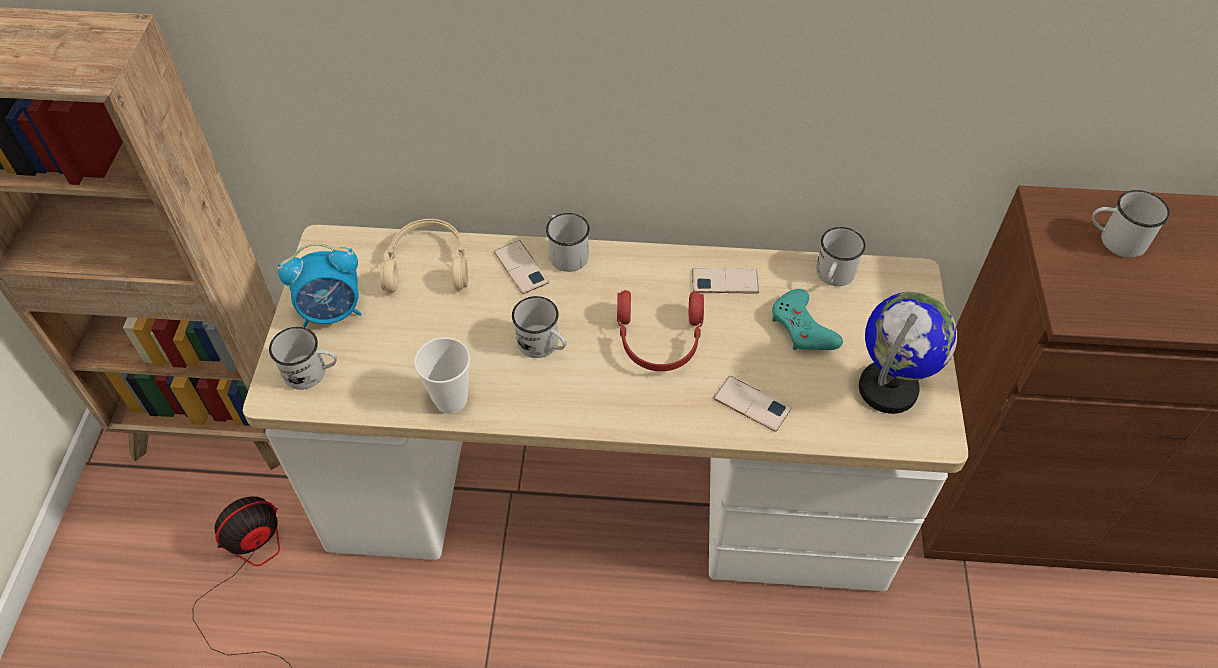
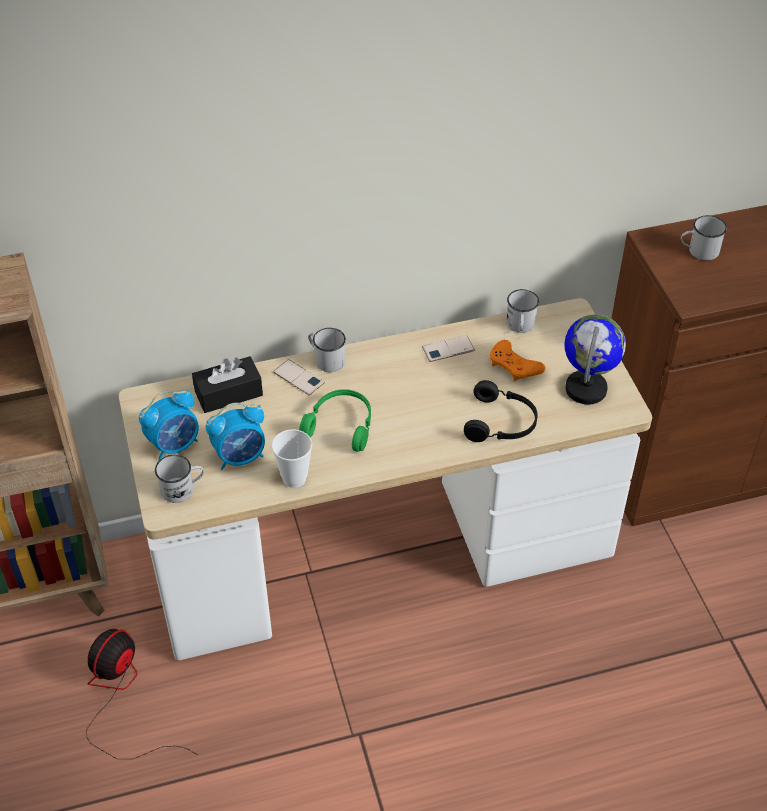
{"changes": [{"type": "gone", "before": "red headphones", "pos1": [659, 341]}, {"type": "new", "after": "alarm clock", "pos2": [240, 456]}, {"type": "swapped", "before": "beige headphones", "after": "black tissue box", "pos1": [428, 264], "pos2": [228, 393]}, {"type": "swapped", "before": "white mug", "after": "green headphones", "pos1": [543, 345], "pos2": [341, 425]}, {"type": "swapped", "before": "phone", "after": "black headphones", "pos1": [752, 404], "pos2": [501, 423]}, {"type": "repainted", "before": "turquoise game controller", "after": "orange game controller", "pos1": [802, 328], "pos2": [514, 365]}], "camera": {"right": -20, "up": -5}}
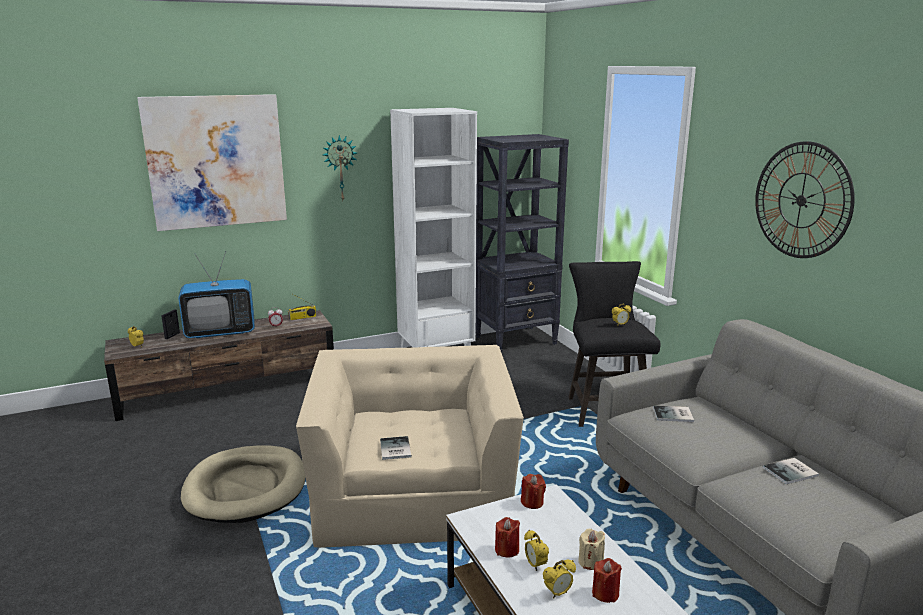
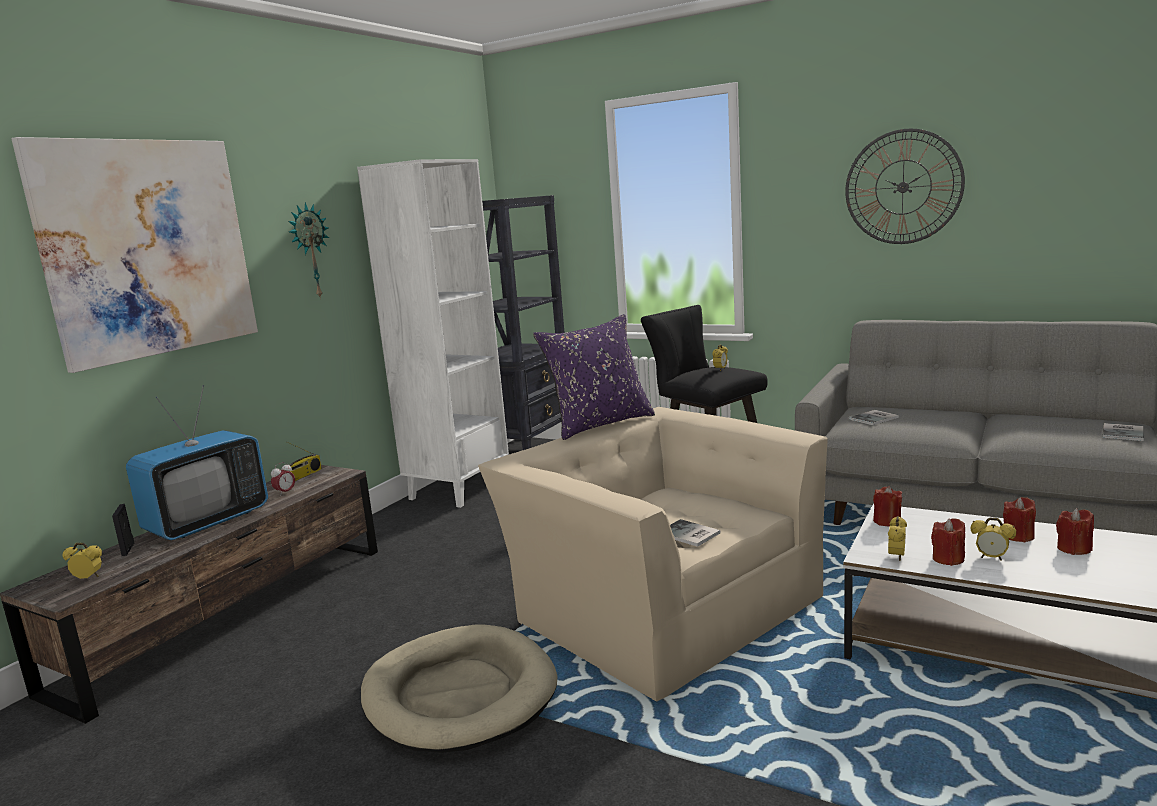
{"changes": [{"type": "new", "after": "purple pillow", "pos2": [599, 424]}, {"type": "shifted", "before": "alarm clock", "pos1": [558, 593], "pos2": [896, 556]}, {"type": "shifted", "before": "book", "pos1": [792, 472], "pos2": [1124, 433]}, {"type": "repainted", "before": "beige candle", "after": "red candle", "pos1": [590, 562], "pos2": [1018, 536]}], "camera": {"right": -35, "up": -5}}
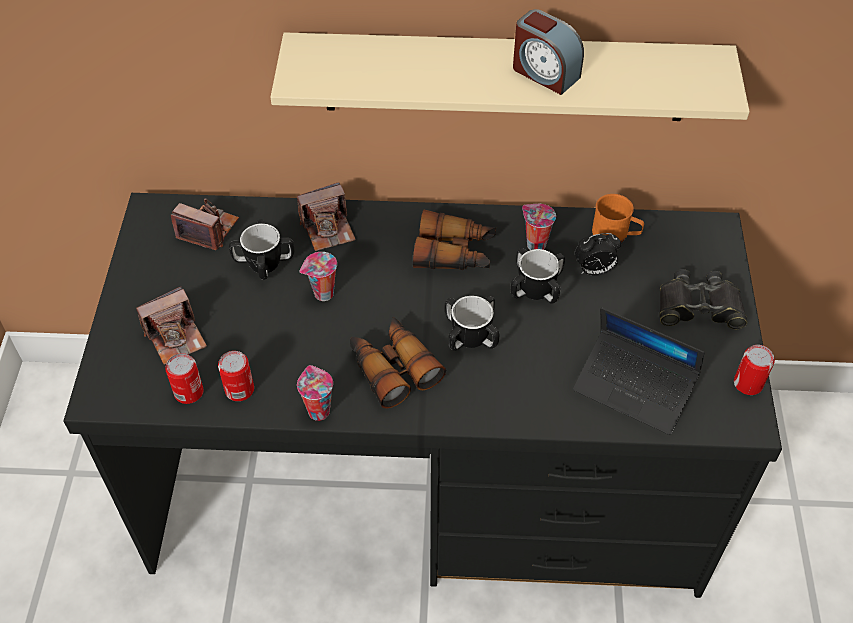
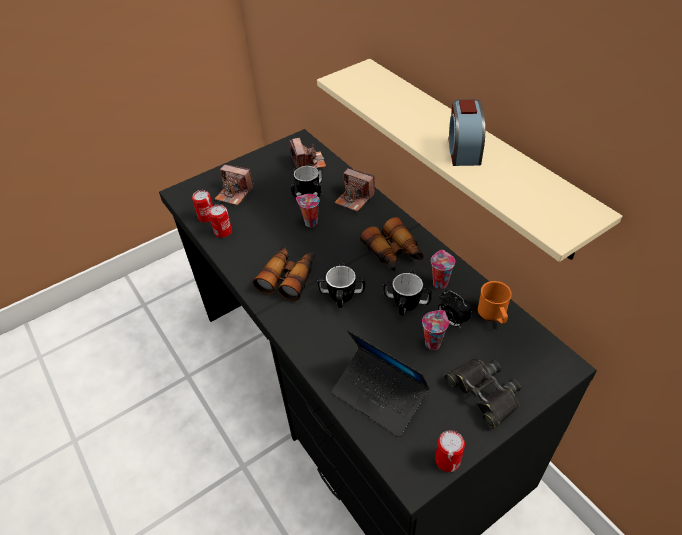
{"changes": [{"type": "shifted", "before": "cup", "pos1": [317, 410], "pos2": [432, 342]}, {"type": "rotated", "before": "laptop", "pos1": [634, 388], "pos2": [379, 395], "turn": -45}], "camera": {"right": 55, "up": -5}}
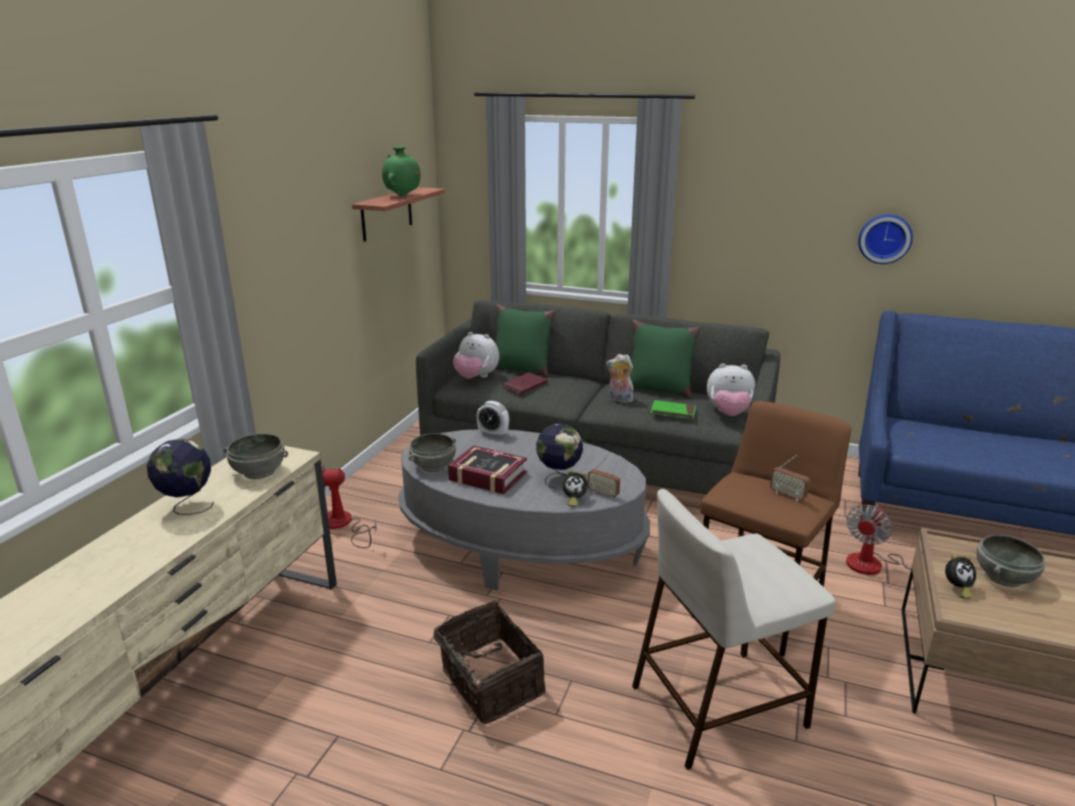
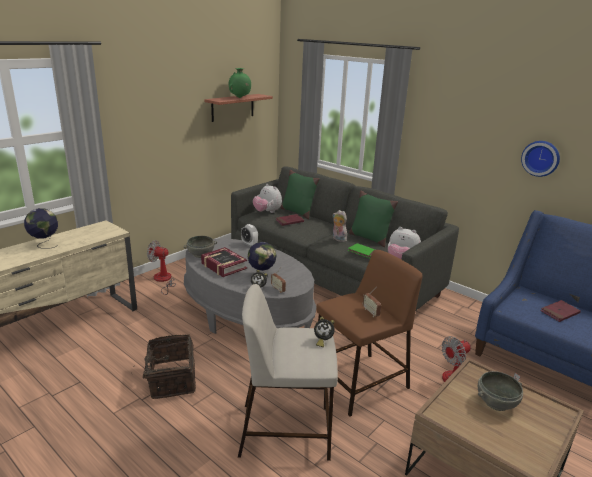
{"changes": [{"type": "gone", "before": "grey bowl", "pos1": [259, 471]}, {"type": "new", "after": "red book", "pos2": [559, 312]}, {"type": "shifted", "before": "alarm clock", "pos1": [956, 589], "pos2": [322, 341]}], "camera": {"right": 20, "up": 0}}
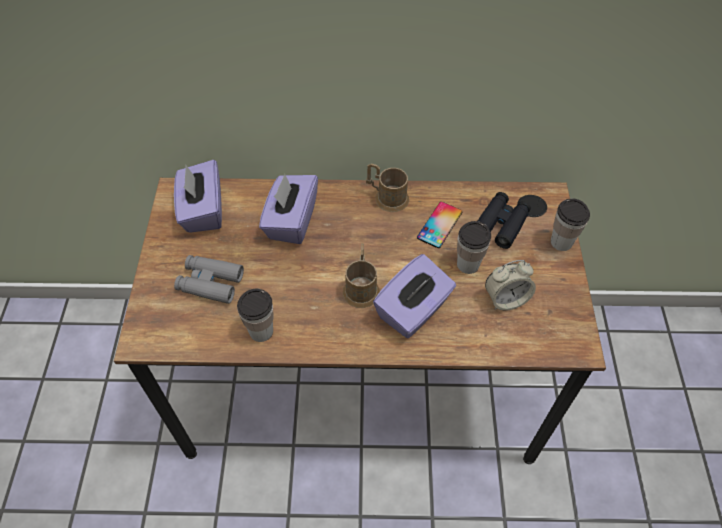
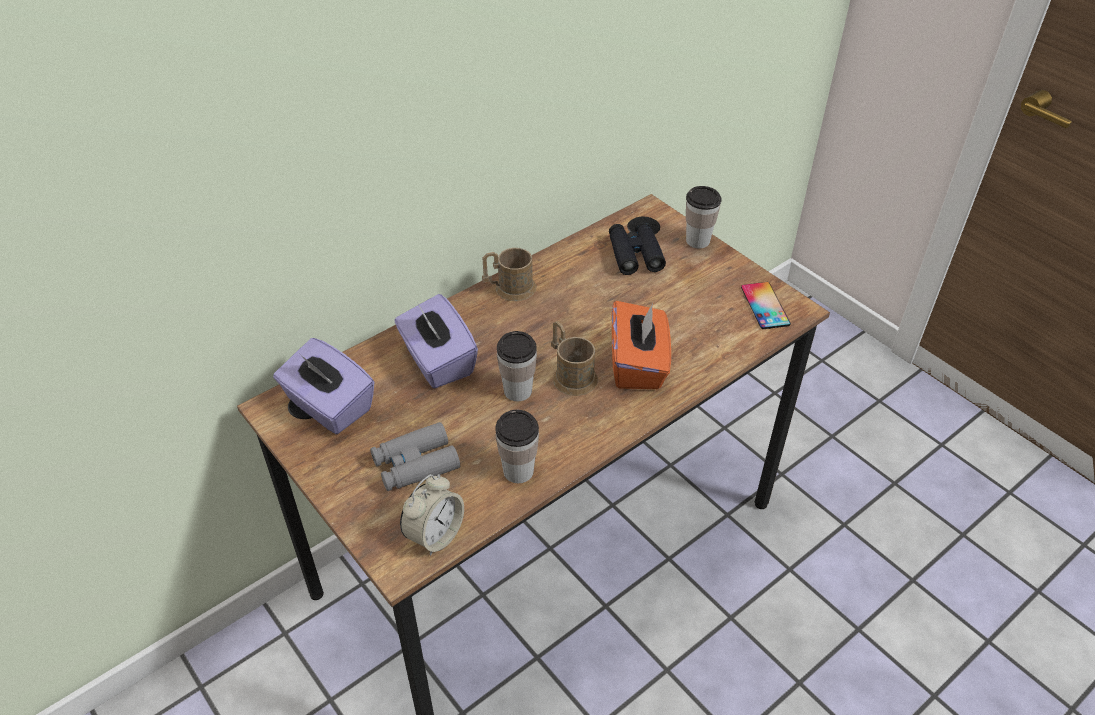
{"changes": [{"type": "shifted", "before": "phone", "pos1": [439, 225], "pos2": [765, 306]}, {"type": "shifted", "before": "cup", "pos1": [468, 264], "pos2": [518, 391]}, {"type": "shifted", "before": "alarm clock", "pos1": [505, 299], "pos2": [435, 535]}, {"type": "repainted", "before": "purple tissue box", "after": "orange tissue box", "pos1": [413, 310], "pos2": [638, 365]}], "camera": {"right": -40, "up": -10}}
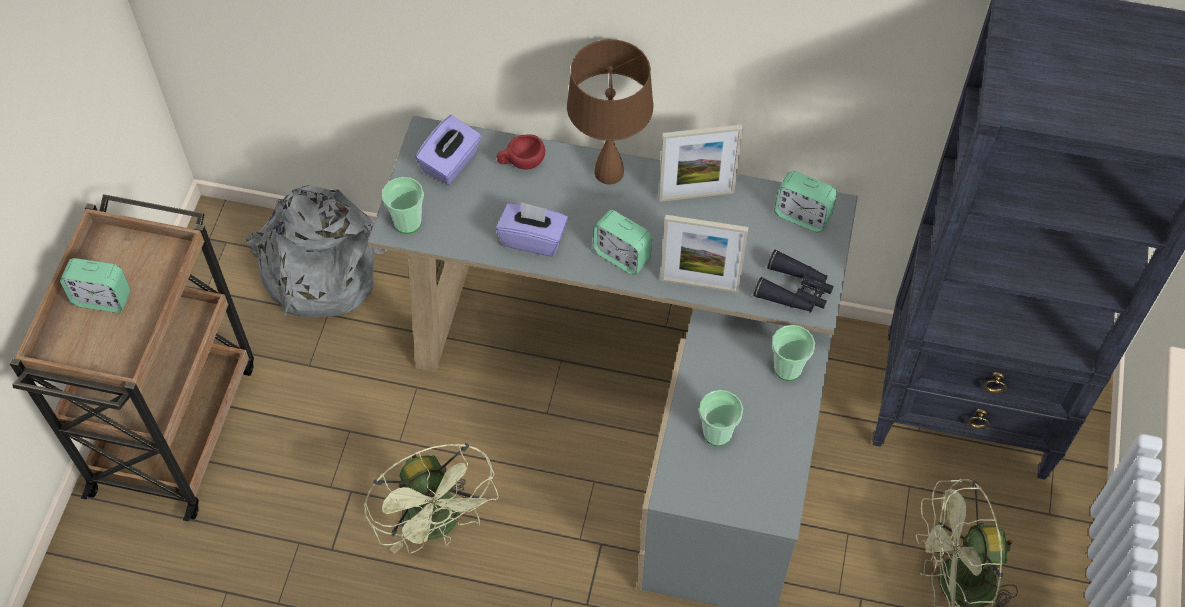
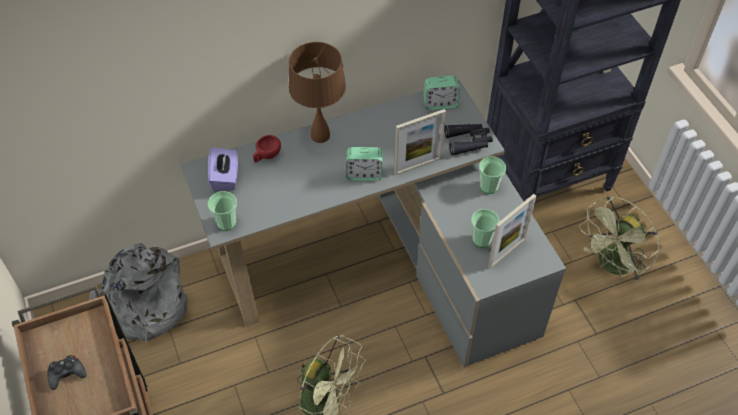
{"changes": [{"type": "gone", "before": "purple tissue box", "pos1": [533, 239]}, {"type": "shifted", "before": "picture frame", "pos1": [696, 195], "pos2": [507, 253]}, {"type": "swapped", "before": "alarm clock", "after": "black game controller", "pos1": [102, 299], "pos2": [66, 374]}], "camera": {"right": -35, "up": -5}}
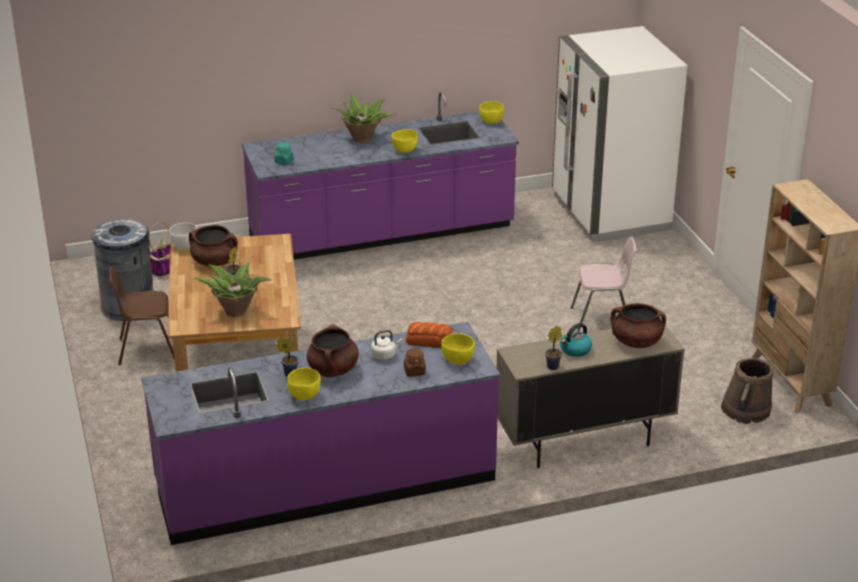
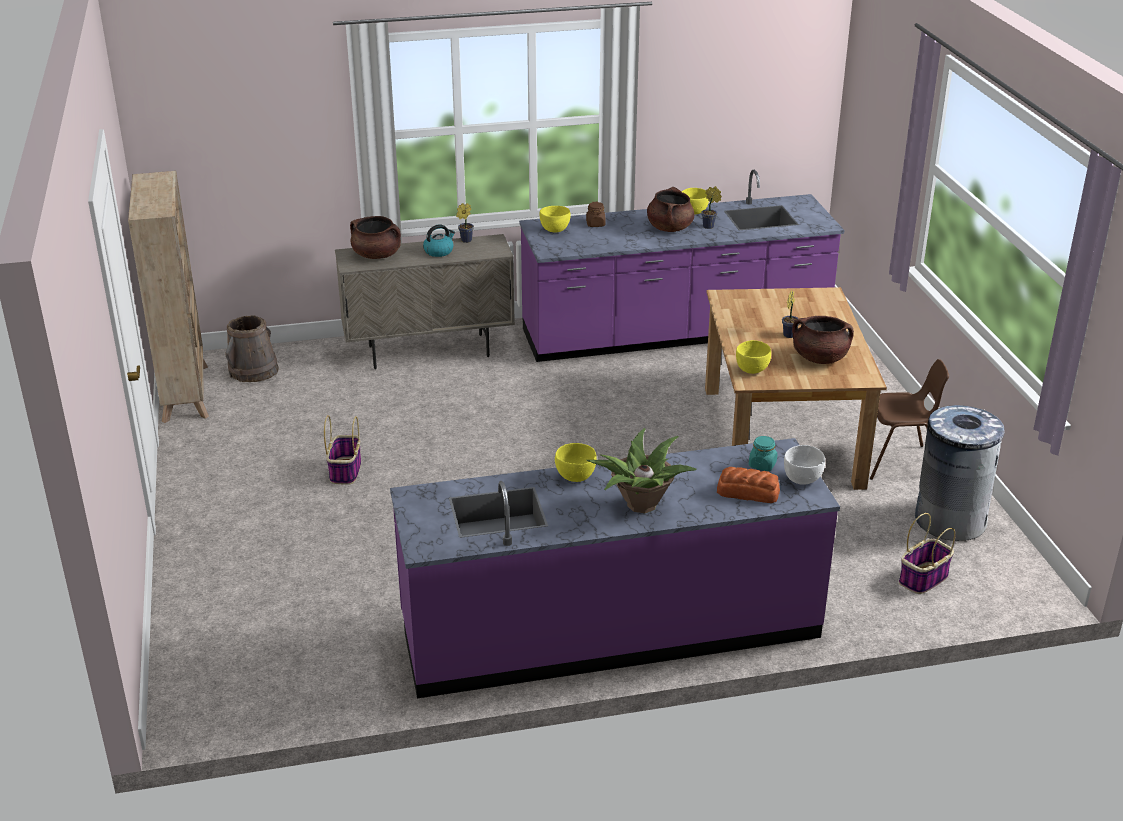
{"changes": [{"type": "gone", "before": "potted plant", "pos1": [235, 310]}, {"type": "gone", "before": "white kettle", "pos1": [384, 355]}, {"type": "gone", "before": "white fridge", "pos1": [610, 213]}, {"type": "shifted", "before": "white bowl", "pos1": [184, 246], "pos2": [802, 479]}, {"type": "shifted", "before": "bread", "pos1": [430, 341], "pos2": [747, 492]}, {"type": "shifted", "before": "yellow bowl", "pos1": [491, 122], "pos2": [752, 370]}, {"type": "swapped", "before": "pink chair", "after": "basket", "pos1": [602, 320], "pos2": [345, 471]}], "camera": {"right": -175, "up": 0}}
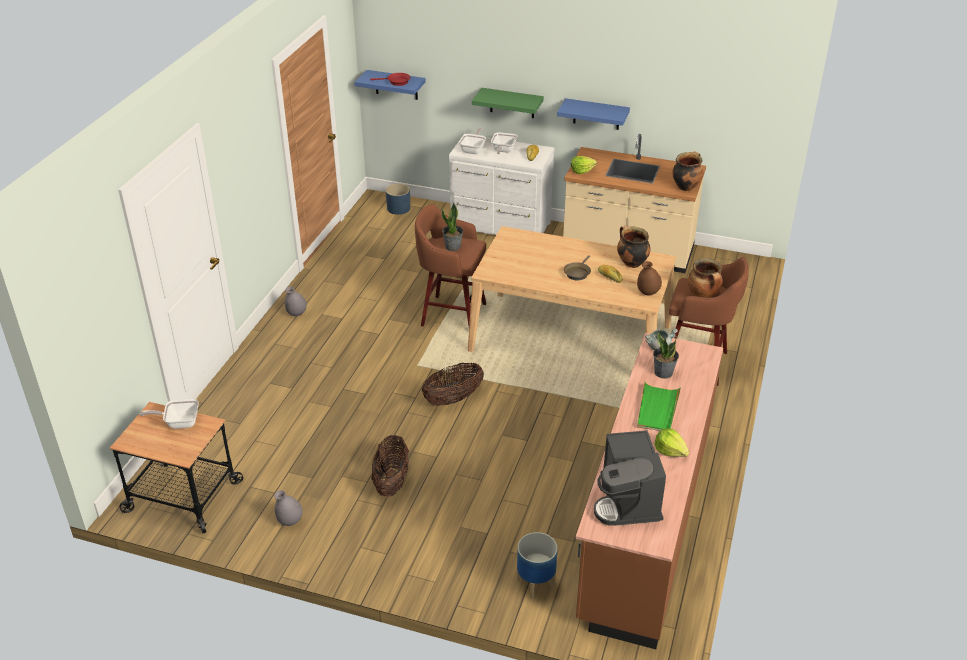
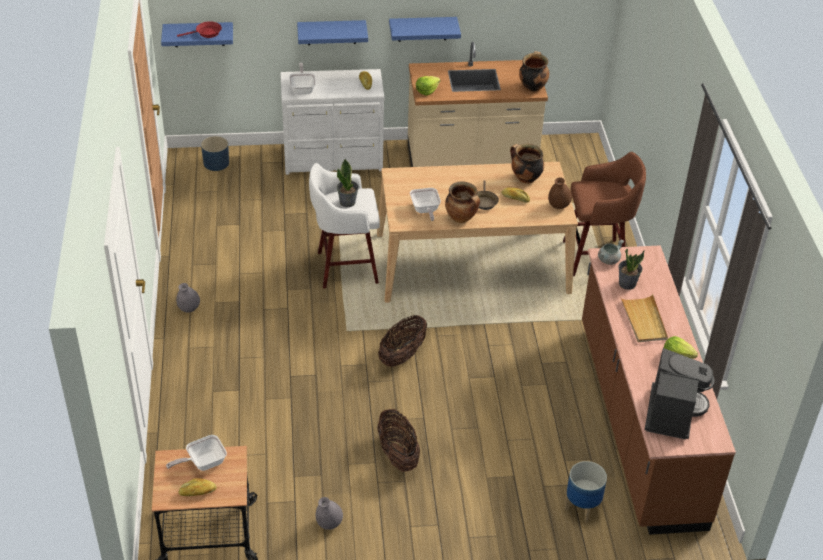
{"changes": [{"type": "new", "after": "bread", "pos2": [197, 492]}, {"type": "shifted", "before": "frying pan", "pos1": [503, 151], "pos2": [425, 210]}, {"type": "shifted", "before": "cooking pot", "pos1": [703, 296], "pos2": [462, 218]}, {"type": "repainted", "before": "brown stool", "after": "white stool", "pos1": [451, 314], "pos2": [345, 267]}, {"type": "repainted", "before": "green shelf", "after": "blue shelf", "pos1": [512, 103], "pos2": [331, 32]}, {"type": "repainted", "before": "green tray", "after": "beige tray", "pos1": [657, 409], "pos2": [644, 320]}, {"type": "rotated", "before": "coffee machine", "pos1": [627, 501], "pos2": [672, 413], "turn": -135}], "camera": {"right": -25, "up": 5}}
